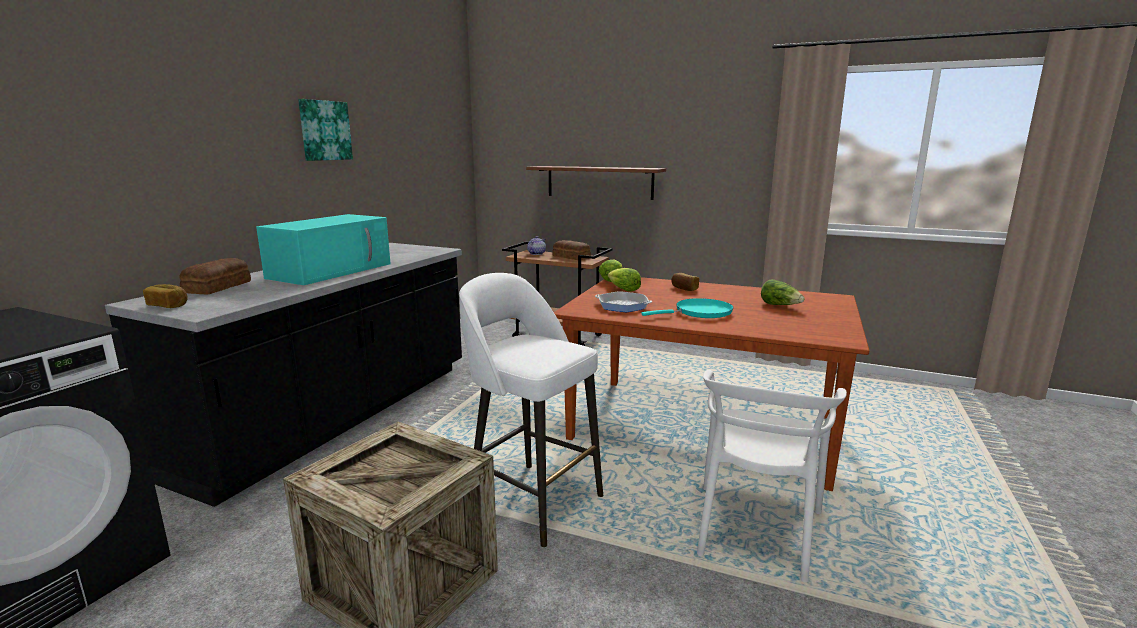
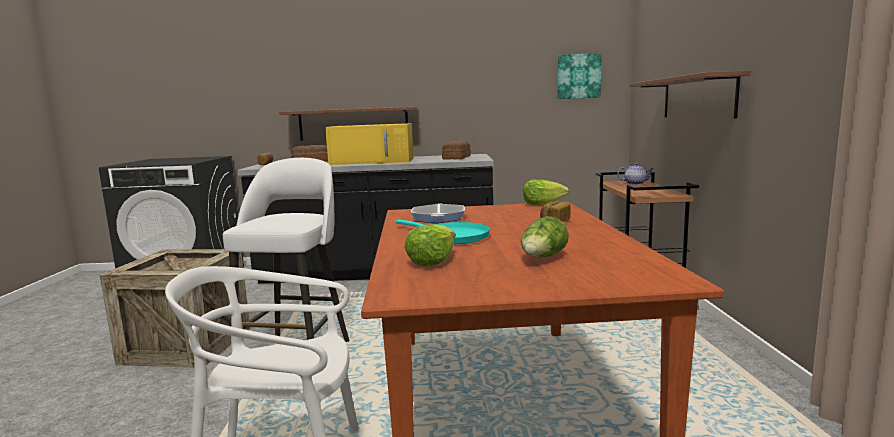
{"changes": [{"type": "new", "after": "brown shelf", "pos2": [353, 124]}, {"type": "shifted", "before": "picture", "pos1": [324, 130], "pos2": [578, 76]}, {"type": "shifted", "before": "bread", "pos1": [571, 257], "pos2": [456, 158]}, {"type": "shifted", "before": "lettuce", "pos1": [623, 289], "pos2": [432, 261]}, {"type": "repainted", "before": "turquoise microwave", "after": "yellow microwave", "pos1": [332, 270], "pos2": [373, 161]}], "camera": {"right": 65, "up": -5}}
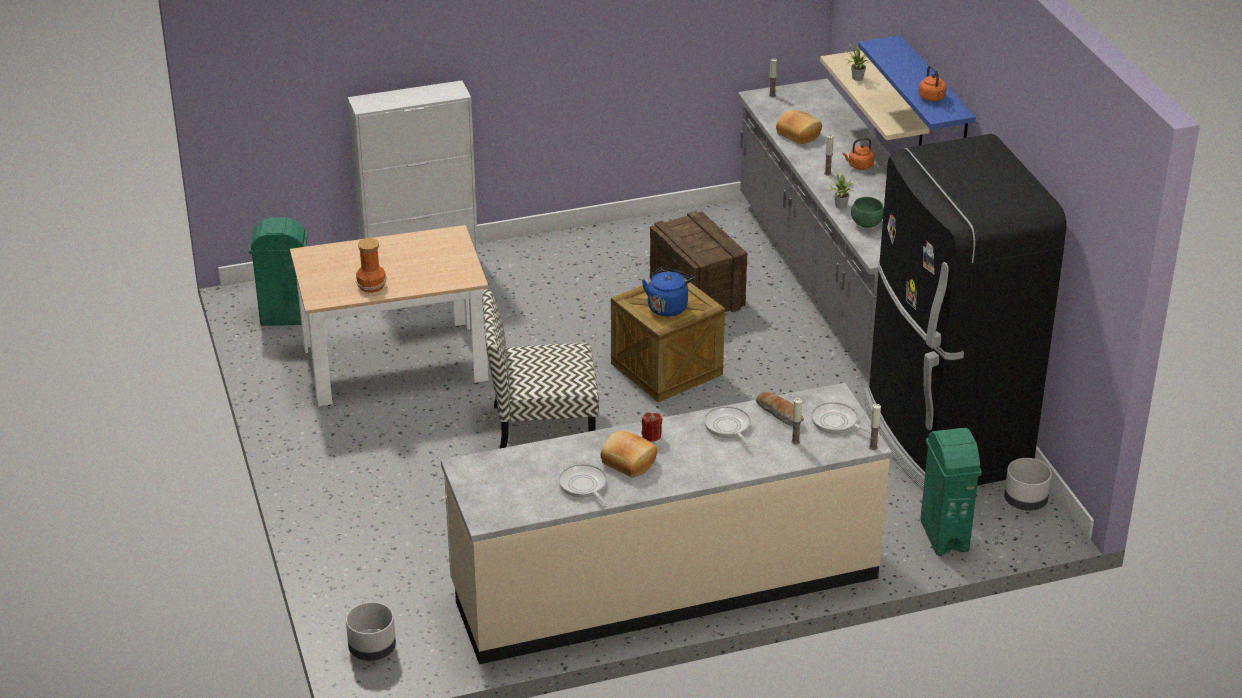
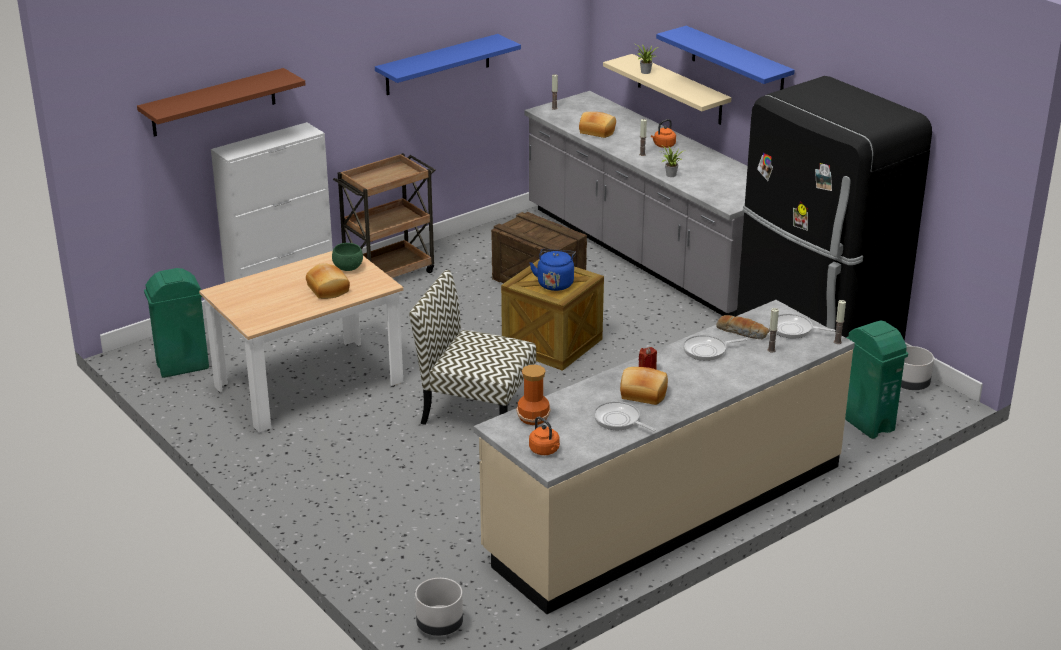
{"changes": [{"type": "new", "after": "brown shelf", "pos2": [213, 102]}, {"type": "new", "after": "bread", "pos2": [329, 289]}, {"type": "new", "after": "brown cart", "pos2": [389, 273]}, {"type": "new", "after": "blue shelf", "pos2": [438, 65]}, {"type": "shifted", "before": "vase", "pos1": [372, 285], "pos2": [533, 417]}, {"type": "shifted", "before": "green bowl", "pos1": [867, 224], "pos2": [349, 268]}, {"type": "shifted", "before": "orange kettle", "pos1": [932, 98], "pos2": [545, 451]}, {"type": "rotated", "before": "chair", "pos1": [541, 428], "pos2": [475, 410], "turn": 45}, {"type": "rotated", "before": "frying pan", "pos1": [728, 427], "pos2": [707, 350], "turn": -60}], "camera": {"right": -20, "up": -5}}
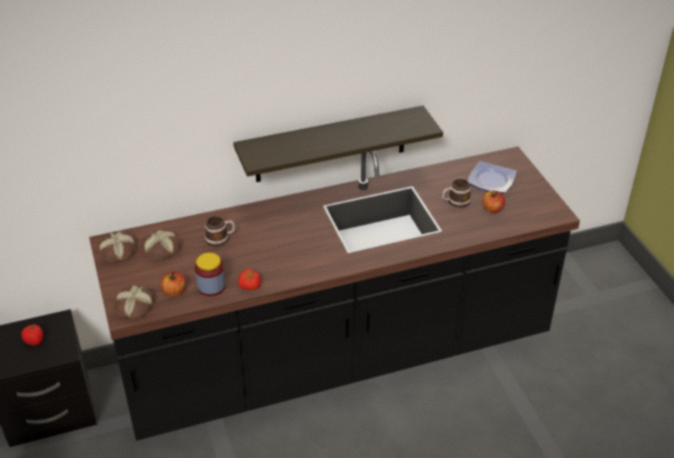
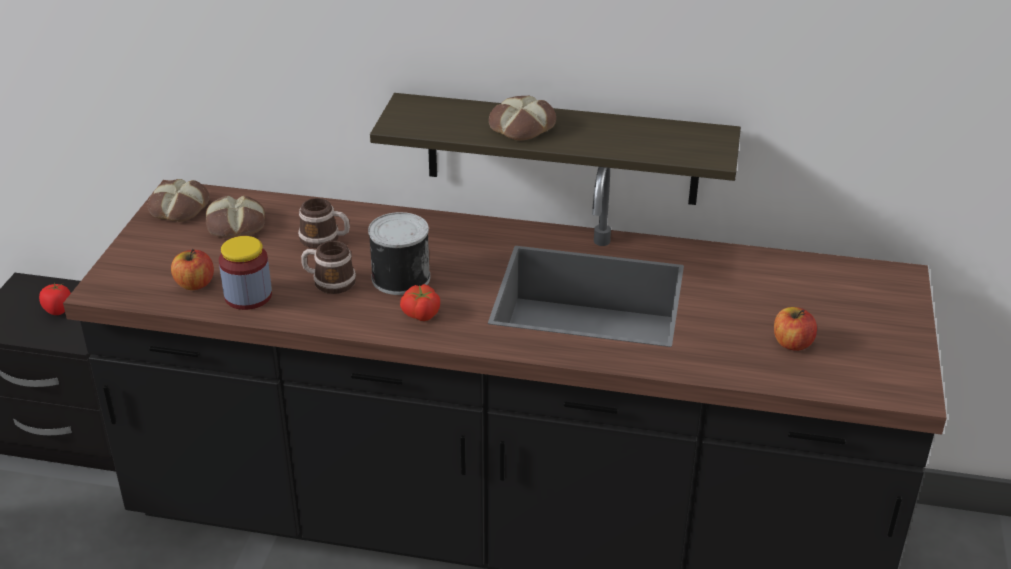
{"changes": [{"type": "gone", "before": "plate", "pos1": [490, 180]}, {"type": "new", "after": "can", "pos2": [399, 277]}, {"type": "shifted", "before": "bread", "pos1": [134, 305], "pos2": [521, 126]}, {"type": "shifted", "before": "tomato", "pos1": [250, 286], "pos2": [420, 314]}, {"type": "shifted", "before": "mug", "pos1": [455, 201], "pos2": [329, 282]}], "camera": {"right": 30, "up": -5}}
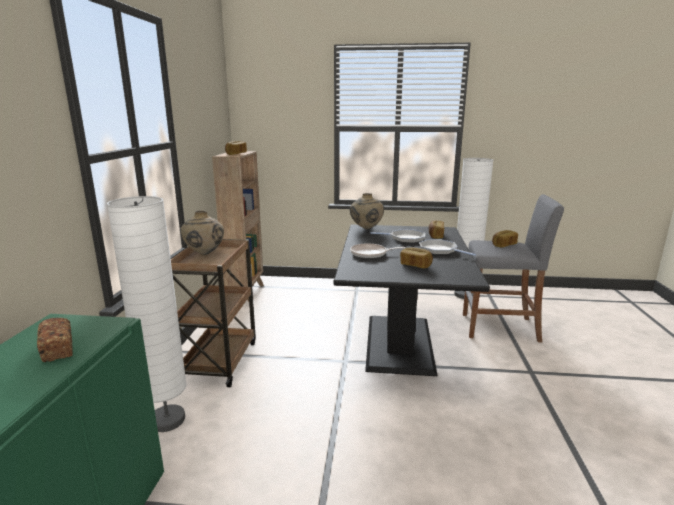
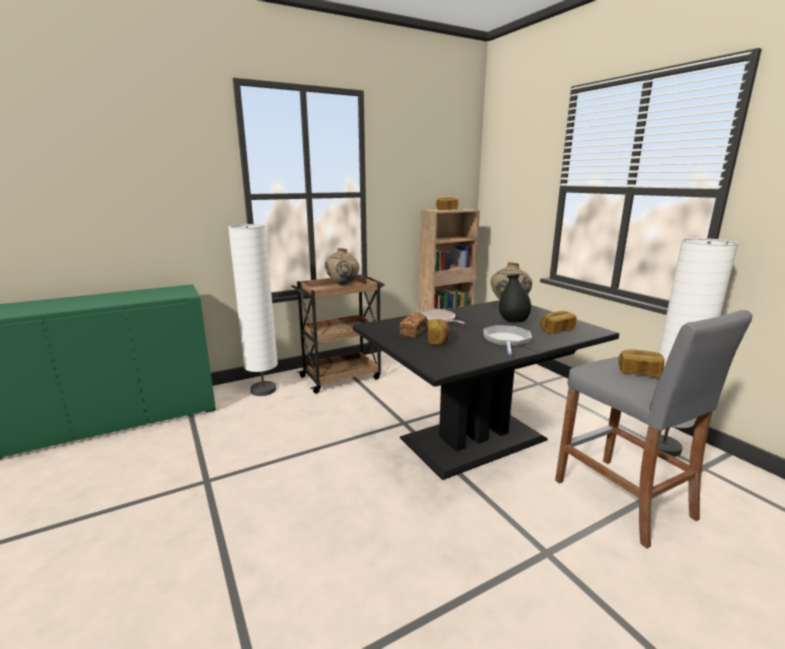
{"changes": [{"type": "shifted", "before": "bread", "pos1": [58, 349], "pos2": [413, 332]}, {"type": "swapped", "before": "frying pan", "after": "black vase", "pos1": [405, 238], "pos2": [513, 322]}], "camera": {"right": 55, "up": 0}}
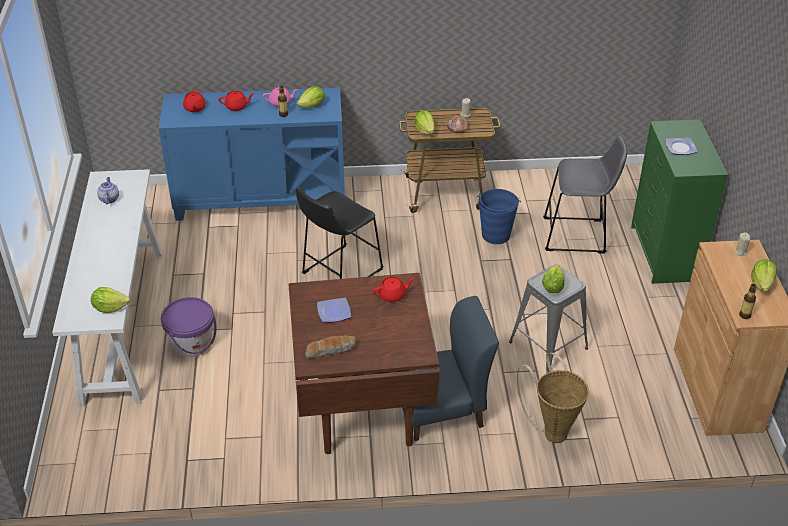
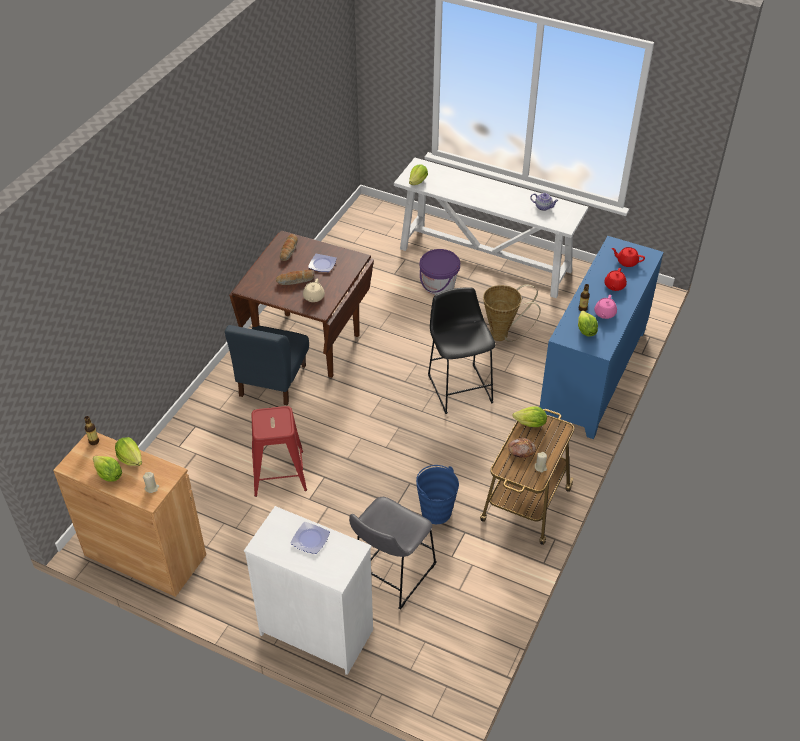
{"changes": [{"type": "new", "after": "bread", "pos2": [295, 281]}, {"type": "shifted", "before": "basket", "pos1": [552, 430], "pos2": [503, 335]}, {"type": "shifted", "before": "lettuce", "pos1": [552, 287], "pos2": [130, 458]}, {"type": "repainted", "before": "red teapot", "after": "beige teapot", "pos1": [393, 295], "pos2": [313, 297]}, {"type": "repainted", "before": "grey stool", "after": "red stool", "pos1": [548, 345], "pos2": [279, 473]}, {"type": "repainted", "before": "green dresser", "after": "white dresser", "pos1": [664, 253], "pos2": [317, 631]}], "camera": {"right": 120, "up": 5}}
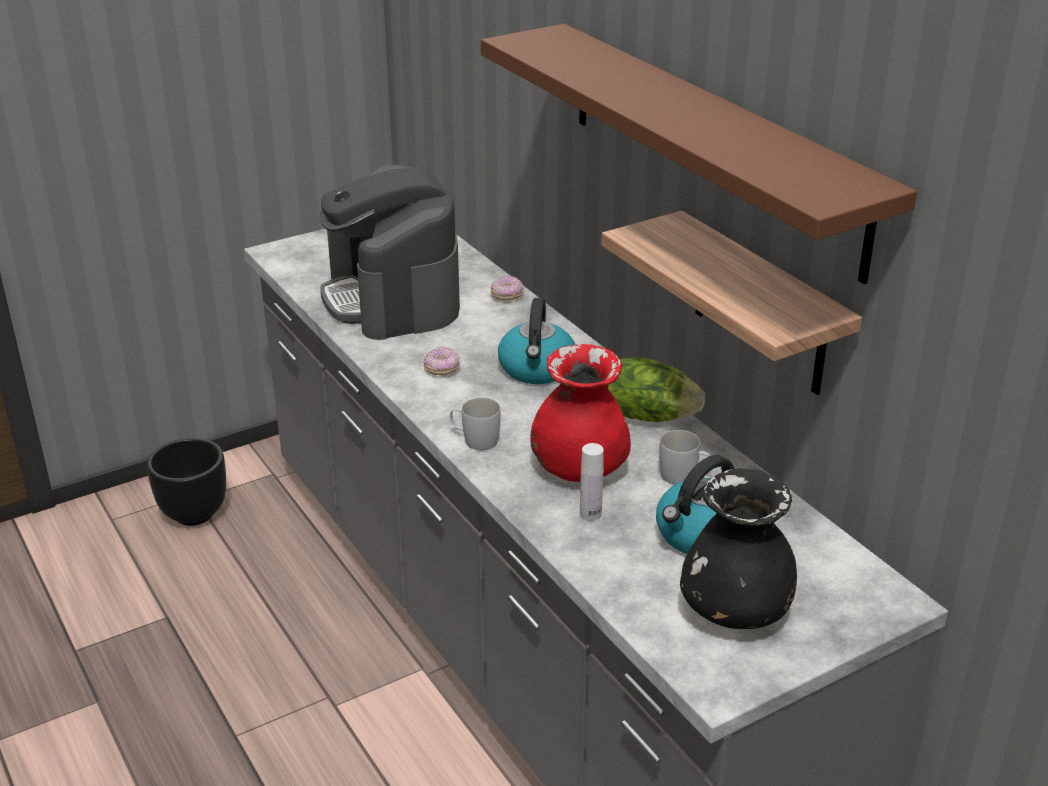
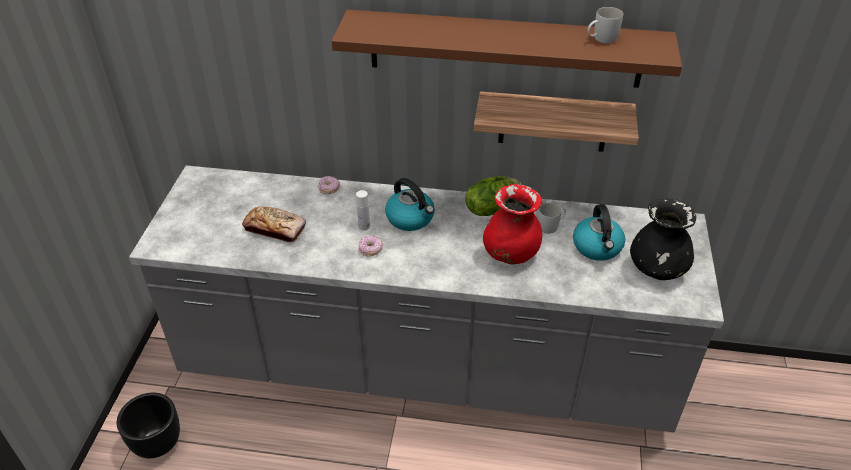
{"changes": [{"type": "shifted", "before": "white mug", "pos1": [474, 440], "pos2": [601, 39]}, {"type": "shifted", "before": "white bottle", "pos1": [590, 514], "pos2": [364, 226]}, {"type": "swapped", "before": "coffee machine", "after": "bread", "pos1": [392, 298], "pos2": [275, 229]}], "camera": {"right": -50, "up": 10}}
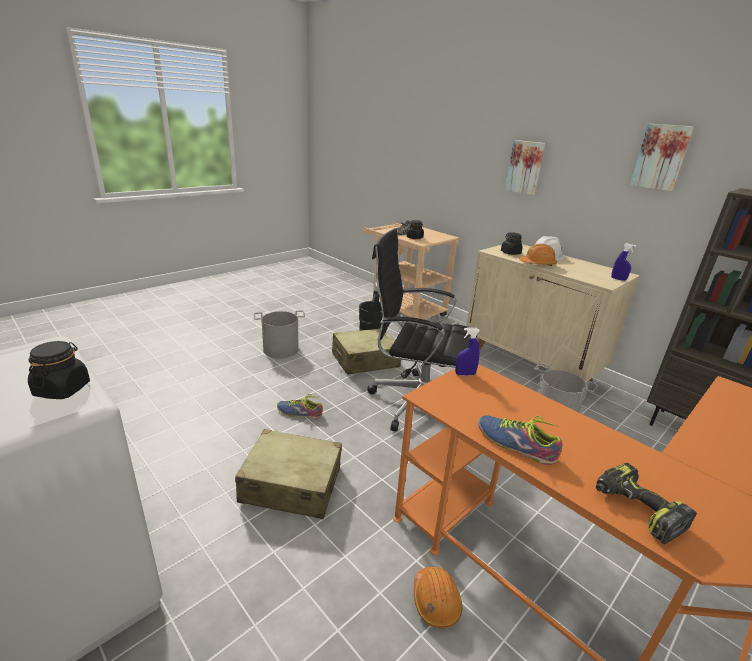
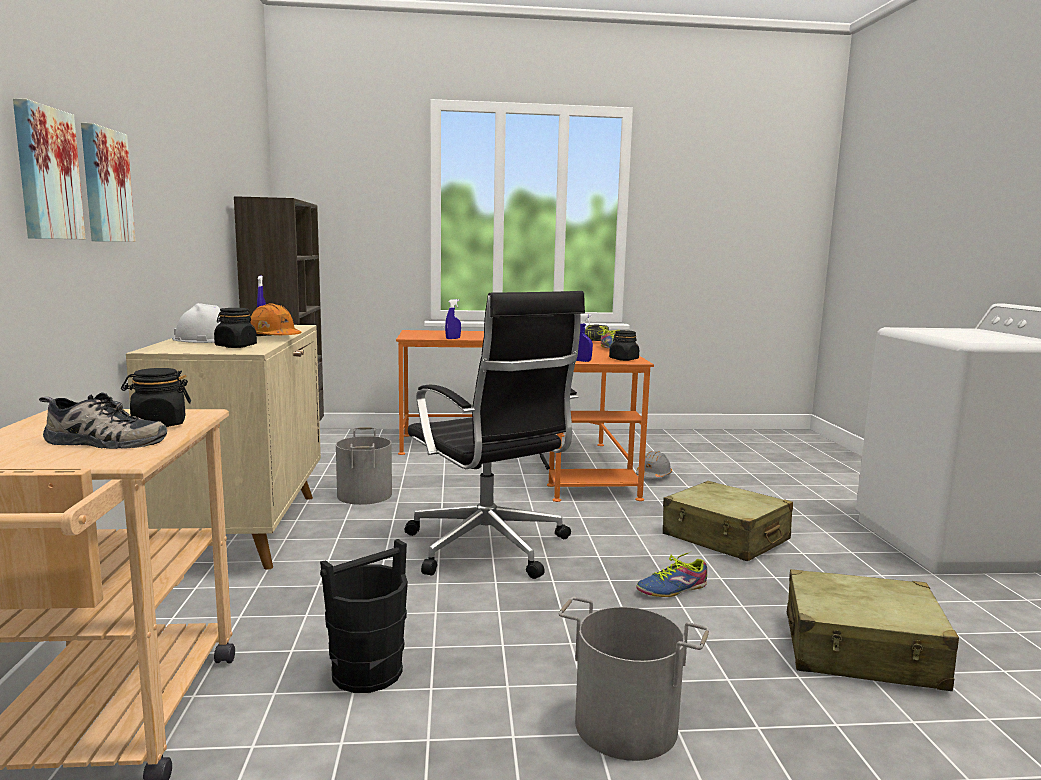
{"changes": [{"type": "new", "after": "blue spray bottle", "pos2": [453, 338]}, {"type": "shifted", "before": "black jar", "pos1": [62, 389], "pos2": [623, 359]}, {"type": "shifted", "before": "beige suitcase", "pos1": [365, 360], "pos2": [862, 651]}, {"type": "shifted", "before": "picture", "pos1": [661, 157], "pos2": [45, 173]}, {"type": "repainted", "before": "orange hard hat", "after": "grey hard hat", "pos1": [435, 601], "pos2": [653, 476]}, {"type": "rotated", "before": "shoe", "pos1": [299, 413], "pos2": [672, 589], "turn": 105}], "camera": {"right": -140, "up": -15}}
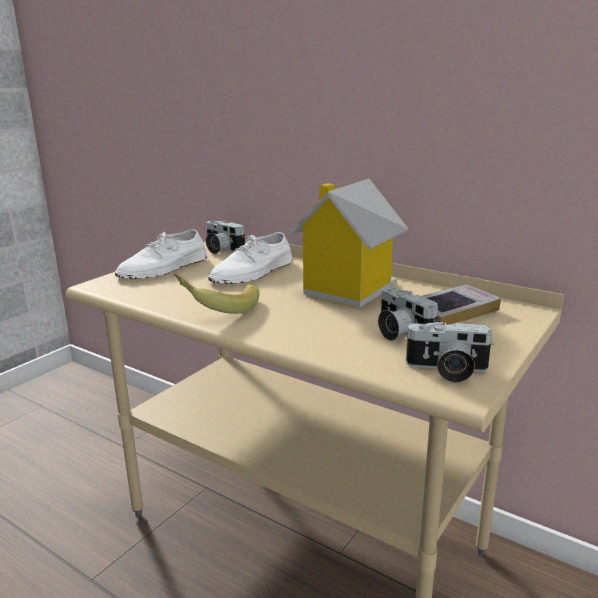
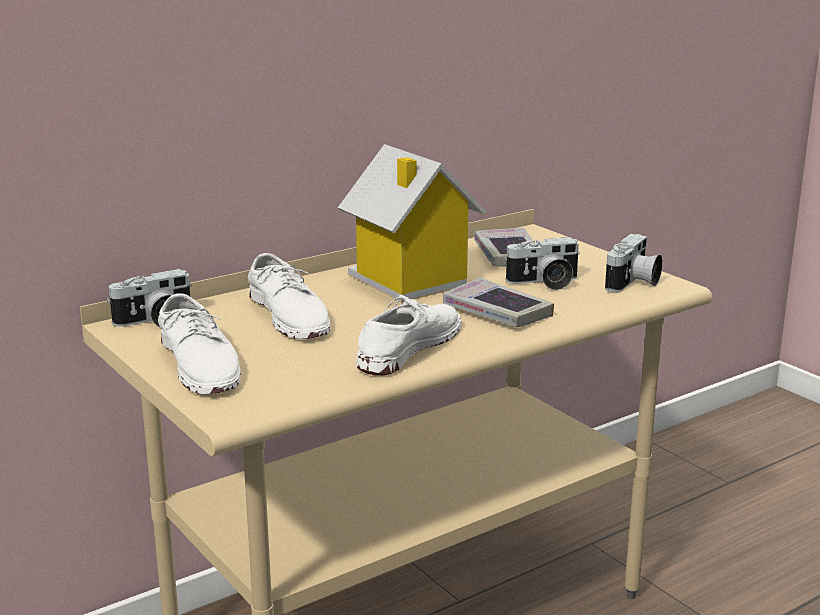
{"changes": [{"type": "new", "after": "book", "pos2": [497, 312]}, {"type": "swapped", "before": "banana", "after": "white shoe", "pos1": [219, 308], "pos2": [409, 346]}], "camera": {"right": -70, "up": 0}}
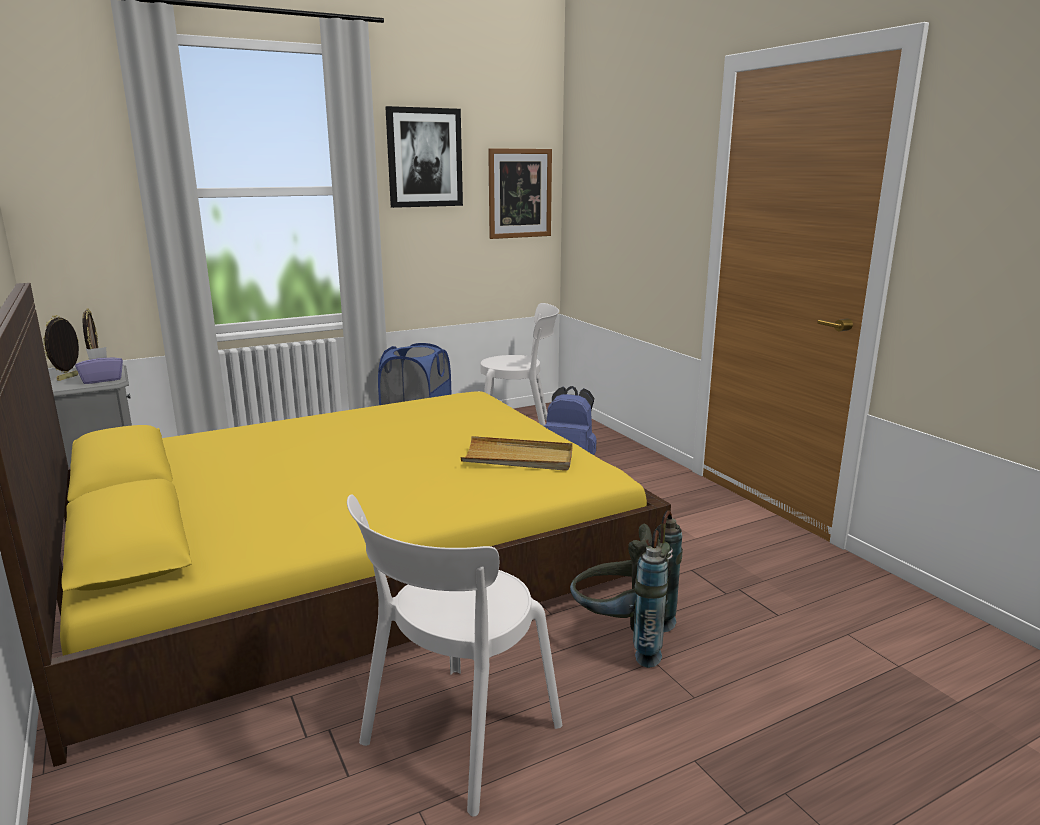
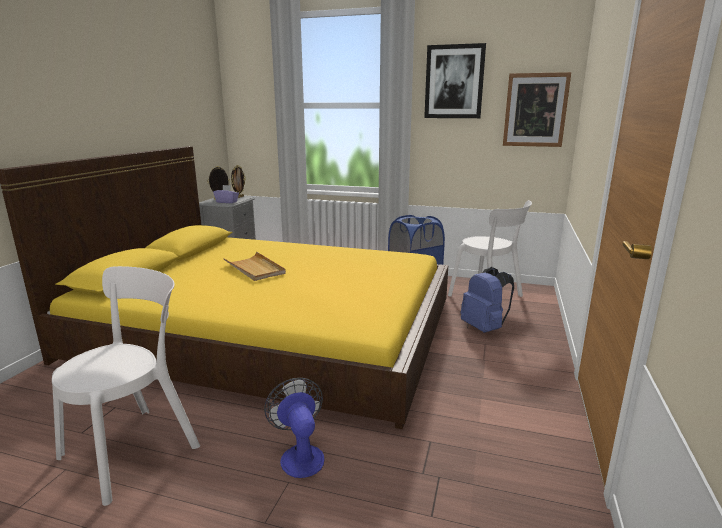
{"changes": [{"type": "shifted", "before": "beige tray", "pos1": [518, 458], "pos2": [255, 269]}, {"type": "swapped", "before": "grey backpack", "after": "fan", "pos1": [622, 638], "pos2": [300, 455]}, {"type": "rotated", "before": "white chair", "pos1": [456, 739], "pos2": [135, 448], "turn": 135}], "camera": {"right": 45, "up": 0}}
